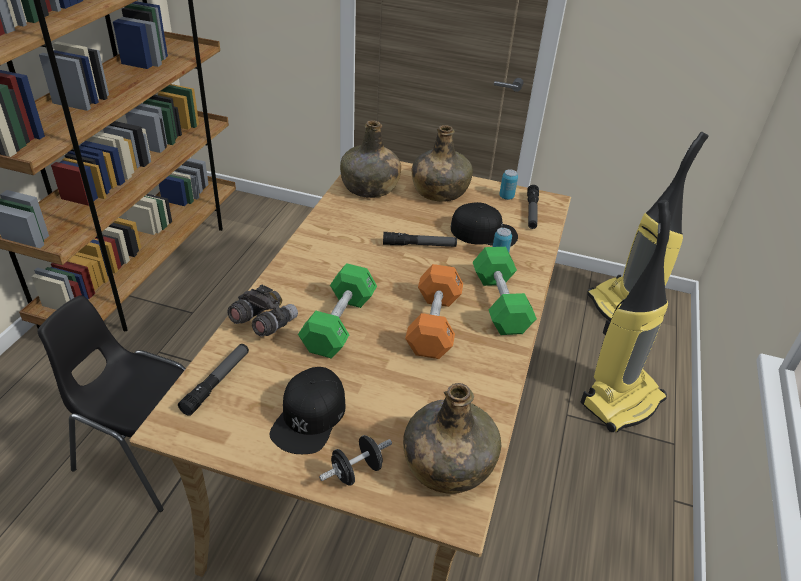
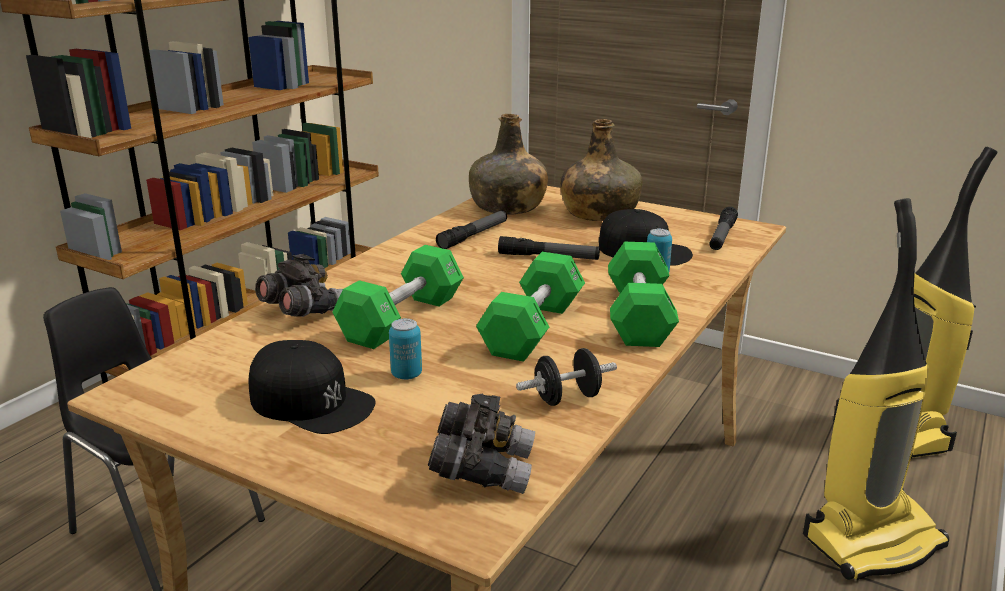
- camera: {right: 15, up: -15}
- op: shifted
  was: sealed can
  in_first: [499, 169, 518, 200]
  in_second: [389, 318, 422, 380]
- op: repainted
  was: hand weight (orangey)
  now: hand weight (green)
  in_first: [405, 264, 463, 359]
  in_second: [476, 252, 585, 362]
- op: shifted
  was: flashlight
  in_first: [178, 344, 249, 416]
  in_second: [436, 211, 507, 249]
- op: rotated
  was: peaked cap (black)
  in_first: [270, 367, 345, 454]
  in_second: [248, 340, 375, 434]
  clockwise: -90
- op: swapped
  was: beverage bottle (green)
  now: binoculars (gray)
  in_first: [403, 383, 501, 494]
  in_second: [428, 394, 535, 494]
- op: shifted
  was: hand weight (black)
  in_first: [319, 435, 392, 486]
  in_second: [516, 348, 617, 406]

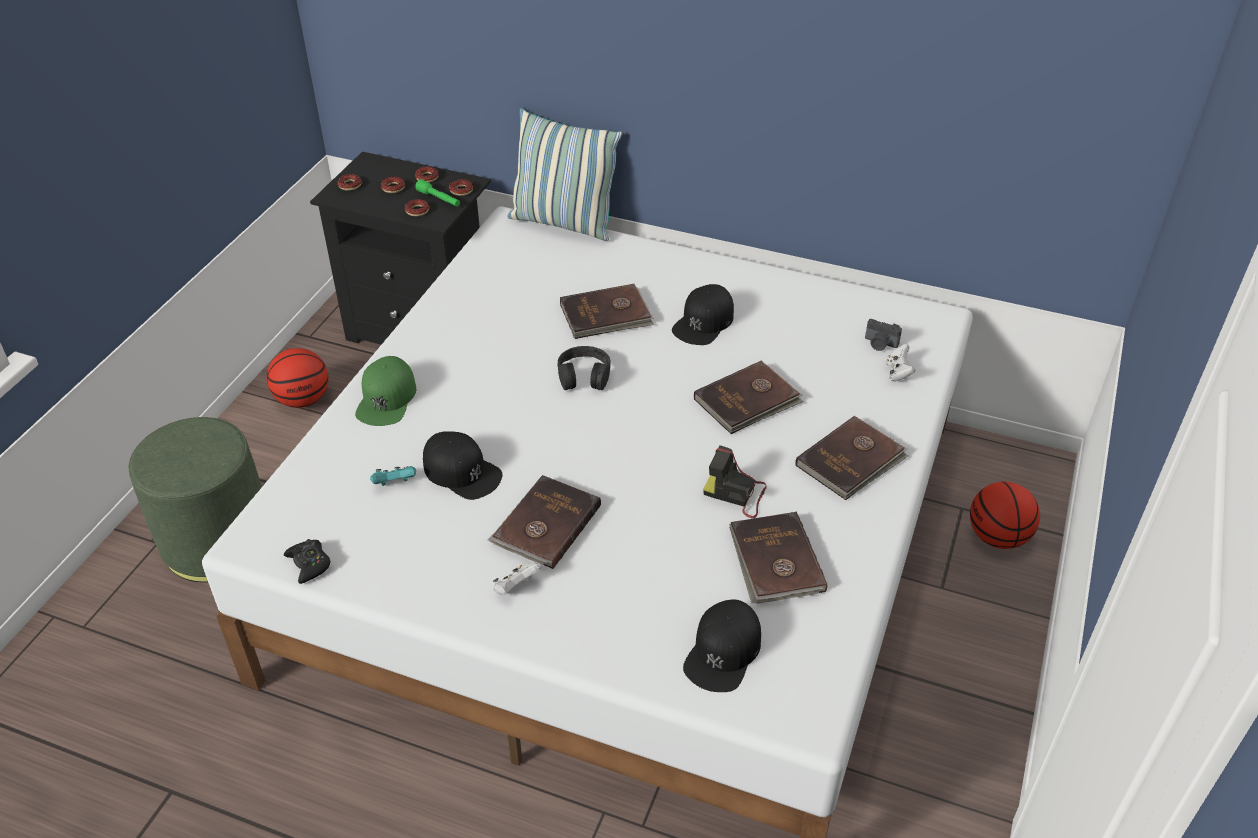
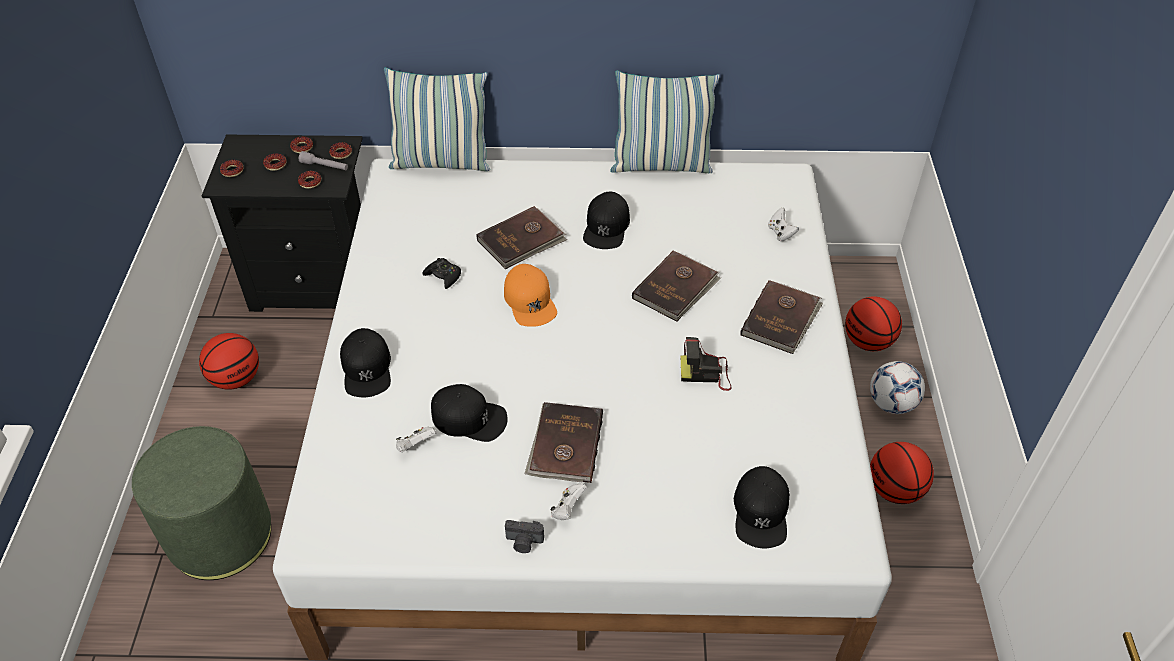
- camera: {right: -20, up: 5}
- op: repainted
  was: flashlight (green)
  now: flashlight (gray)
  in_first: [415, 179, 460, 207]
  in_second: [299, 151, 348, 170]
- op: shifted
  was: photo camera
  in_first: [865, 319, 902, 351]
  in_second: [505, 520, 544, 553]
- op: swapped
  was: headset (black)
  now: peaked cap (orangey)
  in_first: [557, 346, 611, 390]
  in_second: [504, 264, 557, 327]
- op: repainted
  was: peaked cap (green)
  now: peaked cap (black)
  in_first: [355, 356, 416, 426]
  in_second: [340, 328, 391, 398]
- op: repainted
  was: gamepad (blue-green)
  now: gamepad (white-coloured)
  in_first: [370, 466, 416, 486]
  in_second: [396, 427, 436, 452]
- op: gone
  was: bound book (brownish)
  in_first: [729, 512, 828, 604]
- op: shifted
  was: gamepad (black)
  in_first: [284, 539, 331, 584]
  in_second: [422, 258, 461, 289]
- op: new
  now: pillow
  in_second: [610, 71, 720, 173]
- op: new
  now: ball for football
  in_second: [870, 361, 925, 414]
- op: new
  now: ball for basketball
  in_second: [870, 442, 934, 504]

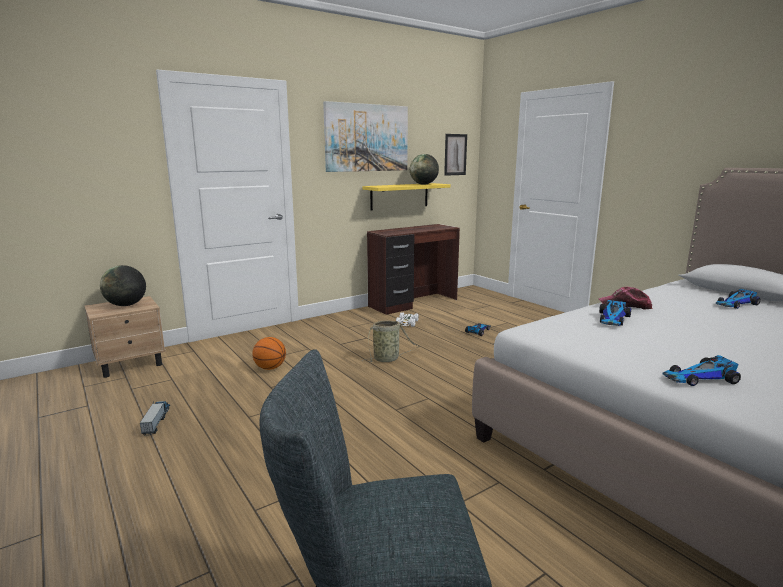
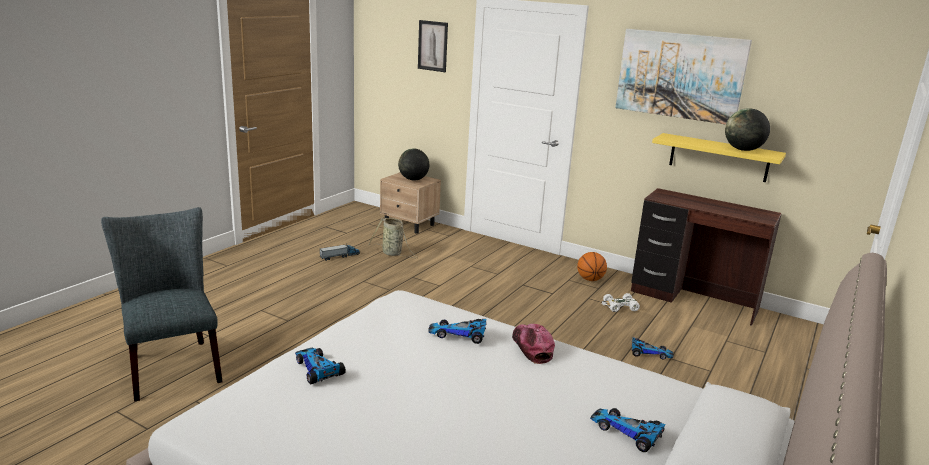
- camera: {right: 65, up: 5}
- op: shifted
  was: wall art
  in_first: [444, 134, 467, 176]
  in_second: [418, 20, 448, 72]
- op: shifted
  was: storage basket
  in_first: [362, 320, 420, 362]
  in_second: [368, 218, 418, 258]
- op: shifted
  was: ball for basketball
  in_first: [252, 337, 286, 370]
  in_second: [577, 252, 607, 281]

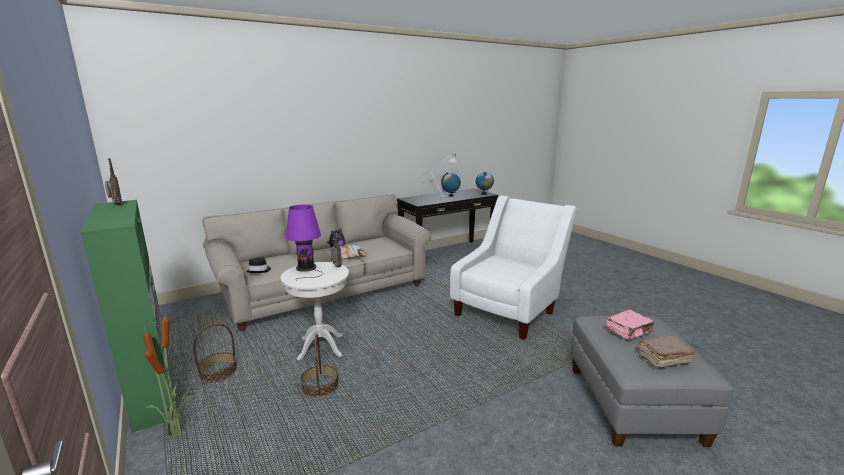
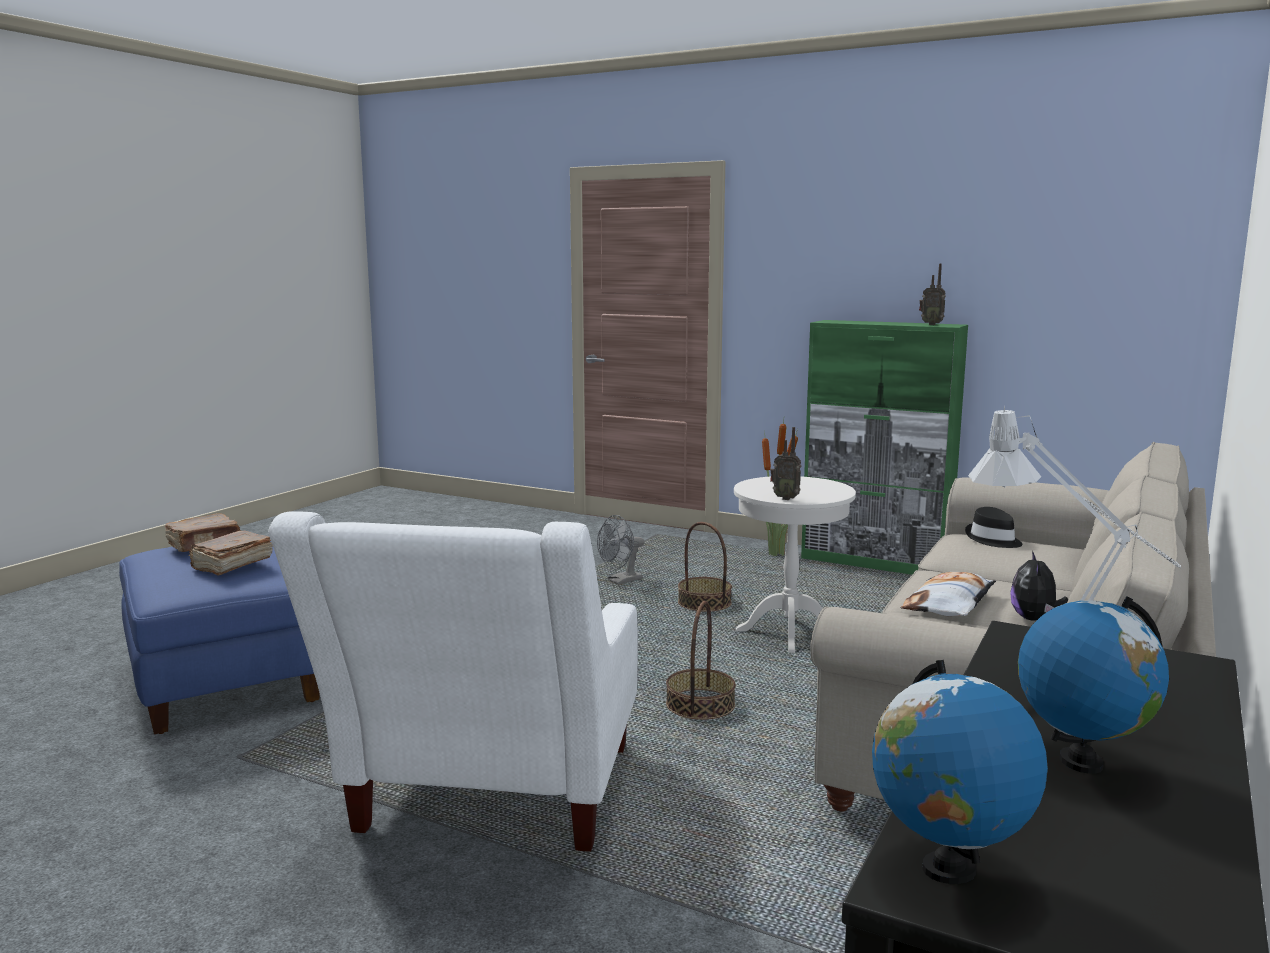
- camera: {right: 150, up: -5}
- op: gone
  was: table lamp (purple-coloured)
  in_first: [285, 204, 323, 281]
- op: repainted
  was: bound book (pink-coloured)
  now: bound book (brownish)
  in_first: [606, 310, 654, 340]
  in_second: [189, 531, 273, 575]
- op: repainted
  was: ottoman (gray)
  now: ottoman (blue)
  in_first: [570, 315, 733, 447]
  in_second: [119, 541, 320, 734]
- op: shifted
  was: storage basket
  in_first: [193, 323, 237, 382]
  in_second: [666, 601, 736, 720]
- op: new
  now: cooling fan (gray)
  in_second: [597, 515, 644, 585]

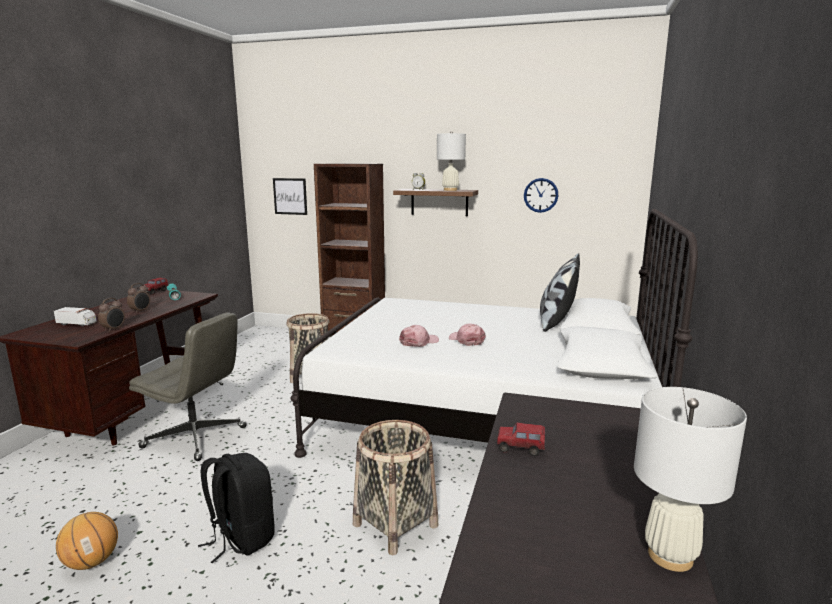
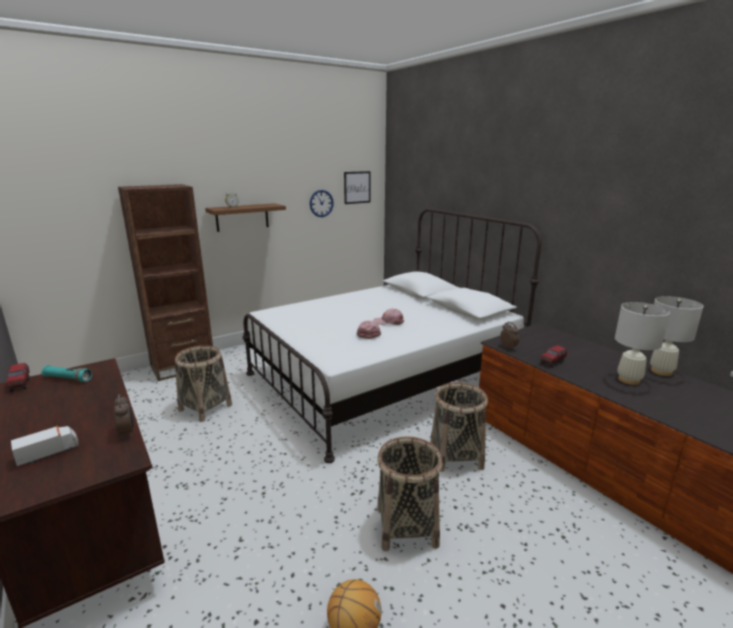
- camera: {right: -50, up: 5}
- op: shifted
  was: table lamp (white-coloured)
  in_first: [437, 131, 466, 191]
  in_second: [615, 302, 670, 385]
- op: shifted
  was: wall art
  in_first: [273, 178, 307, 215]
  in_second: [344, 171, 371, 204]
- op: gone
  was: pillow
  in_first: [540, 253, 580, 332]
- op: shifted
  was: alarm clock
  in_first: [127, 283, 150, 313]
  in_second: [500, 322, 520, 350]
- op: gone
  was: office chair (gray)
  in_first: [129, 312, 247, 461]
- op: swapped
  was: knapsack (black)
  now: storage basket
  in_first: [198, 453, 275, 563]
  in_second: [377, 436, 443, 551]

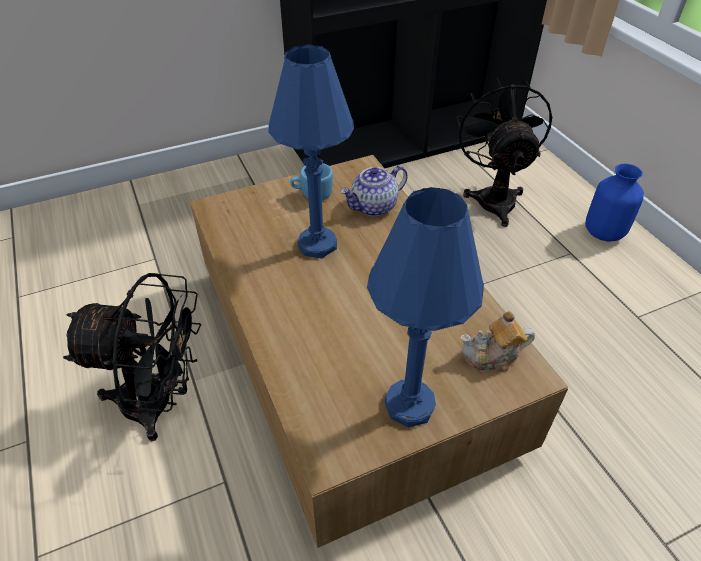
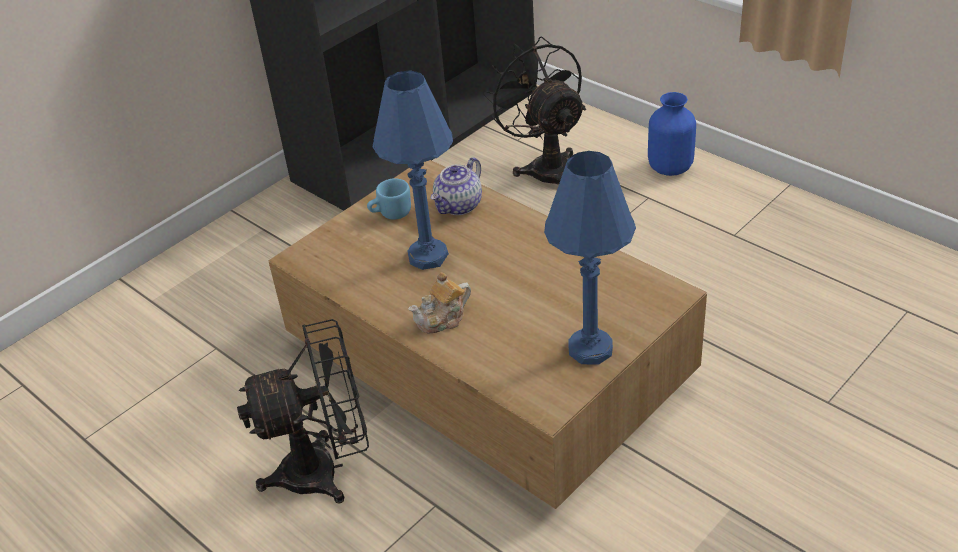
- camera: {right: -20, up: -5}
- op: shifted
  was: tea pot
  in_first: [460, 311, 535, 372]
  in_second: [408, 272, 471, 333]

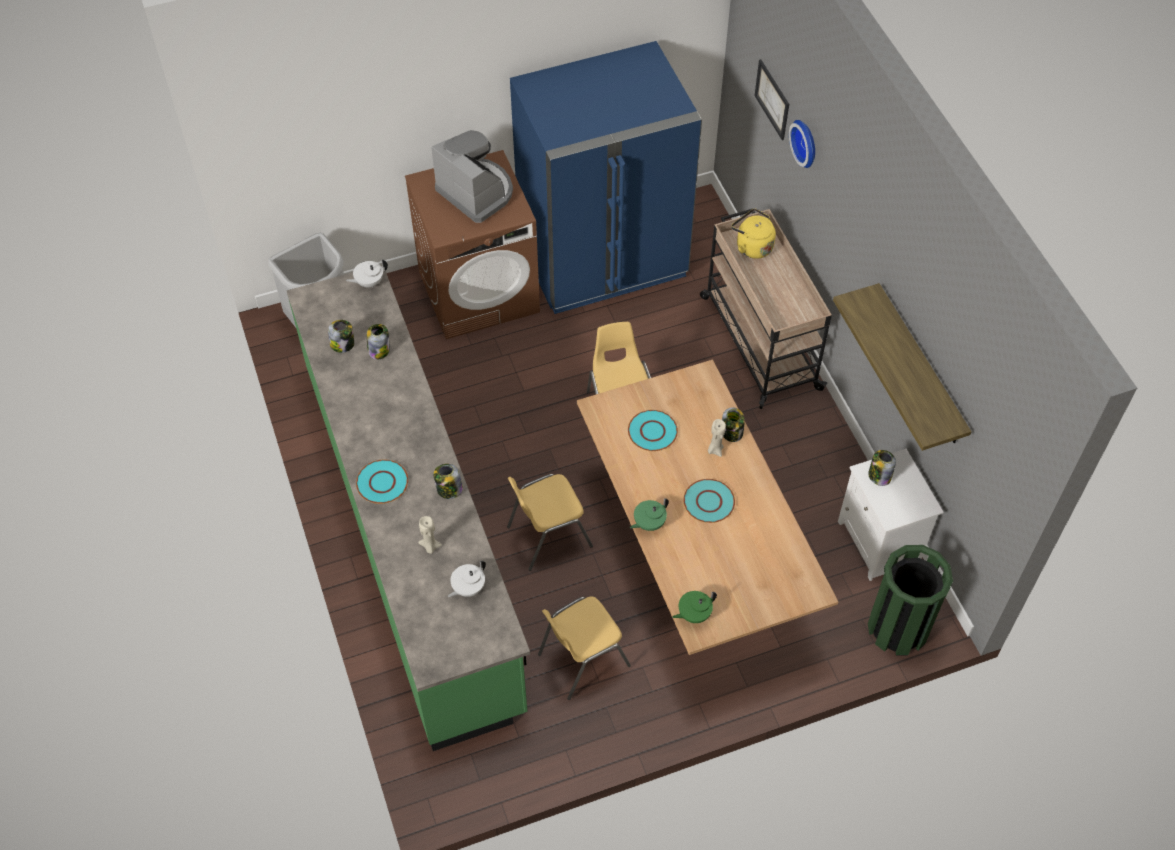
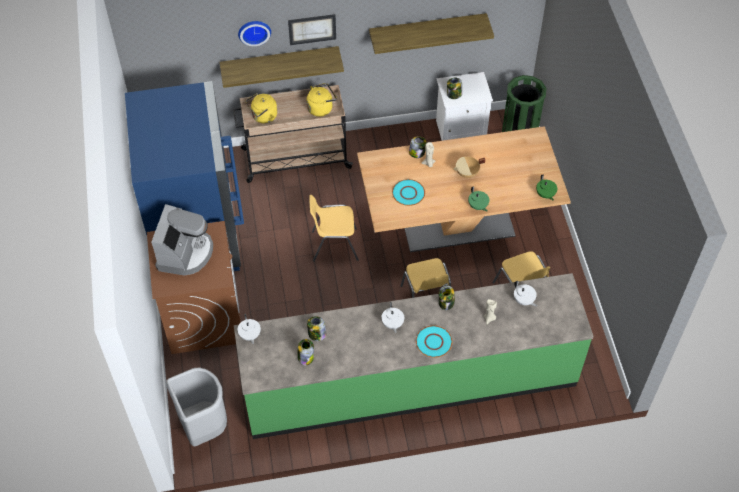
- camera: {right: -80, up: 0}
- op: shifted
  was: wall art
  in_first: [754, 59, 789, 140]
  in_second: [288, 14, 336, 45]
- op: rotated
  was: coffee maker
  in_first: [431, 130, 513, 223]
  in_second: [151, 204, 213, 275]
  clockwise: 135
- op: swapped
  was: plate (blue-green)
  now: saucepot (beige-coloured)
  in_first: [683, 479, 735, 523]
  in_second: [453, 157, 485, 178]
- op: new
  now: shelf
  in_second: [219, 46, 344, 88]
- op: new
  now: kettle (yellowish)
  in_second: [307, 83, 337, 117]
- op: new
  now: tea pot (white-coloured)
  in_second: [381, 302, 404, 333]

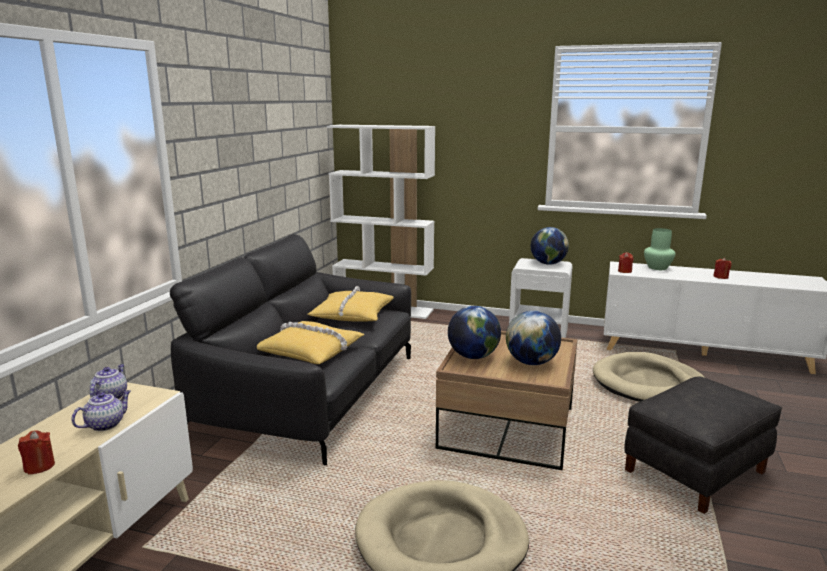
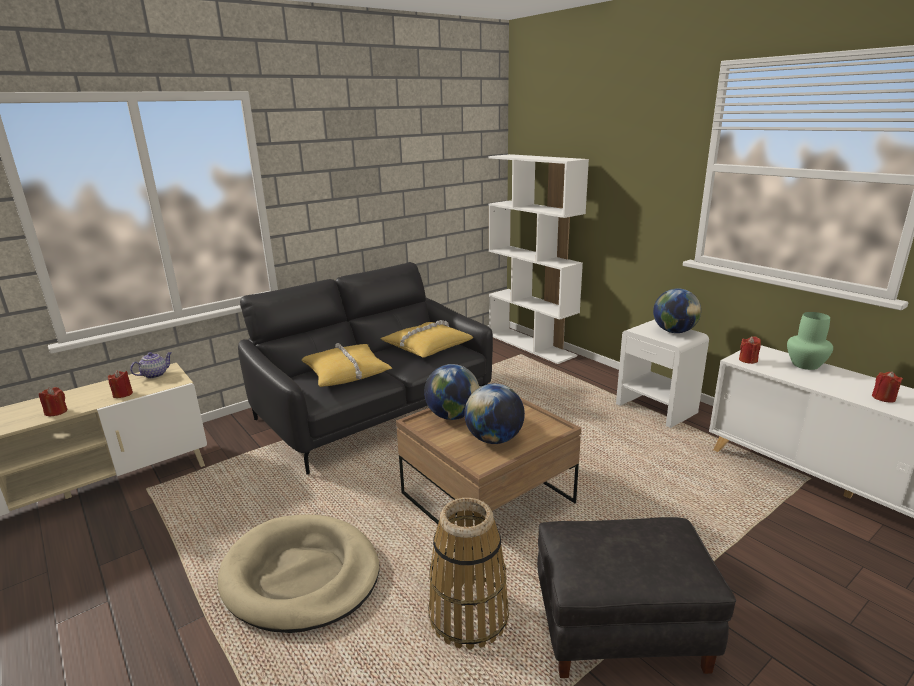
- camera: {right: 35, up: 5}
- op: gone
  was: dog bed (beige-coloured)
  in_first: [593, 352, 705, 402]
- op: swapped
  was: tea pot
  now: wax light (red)
  in_first: [71, 390, 131, 431]
  in_second: [108, 370, 133, 398]
- op: new
  now: storage basket
  in_second: [428, 498, 509, 649]

